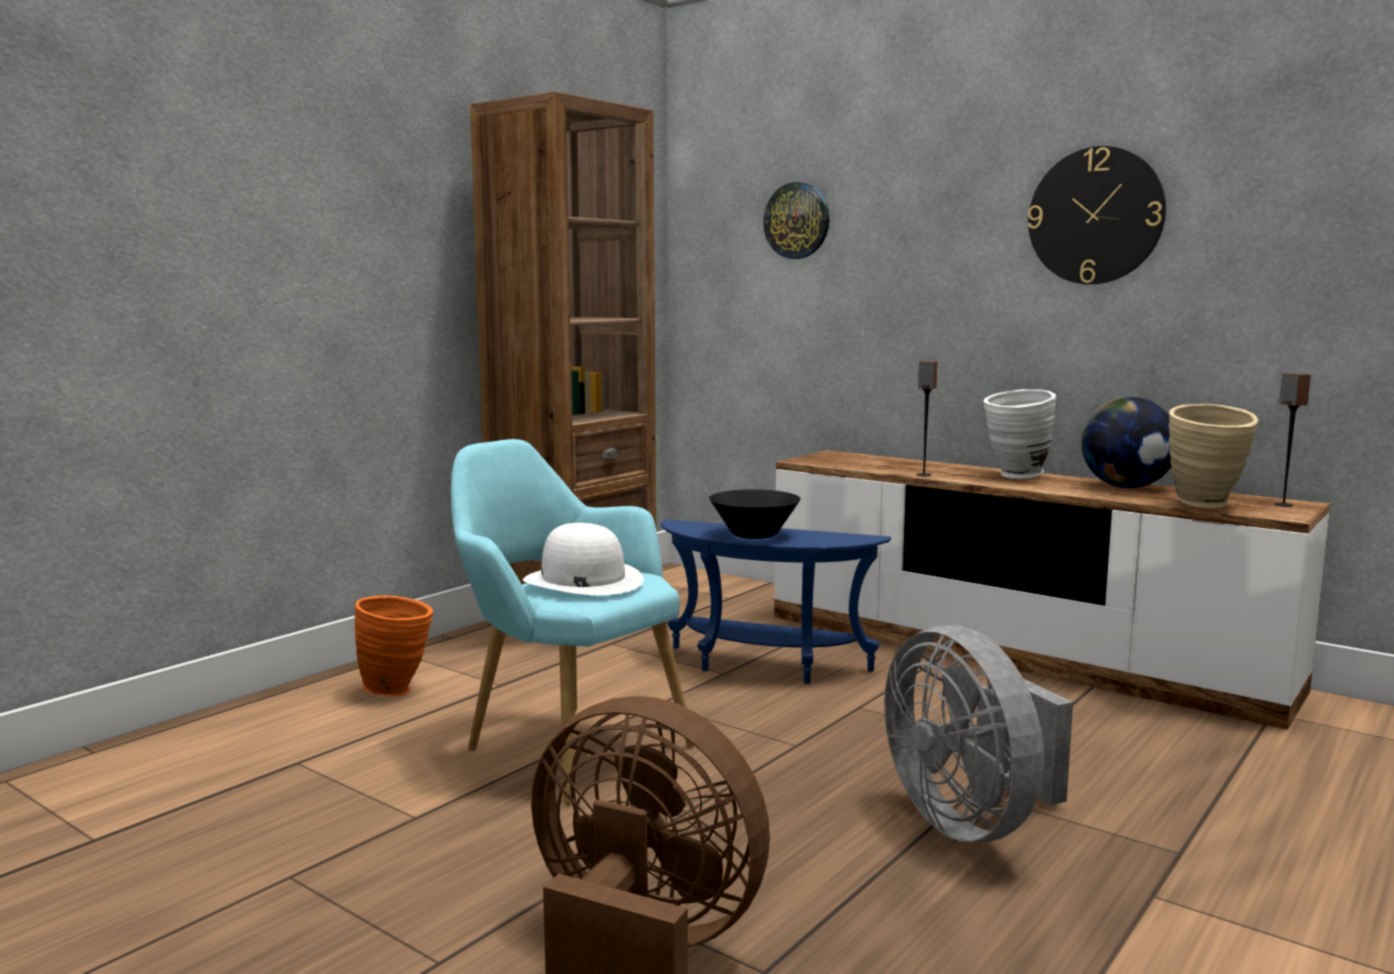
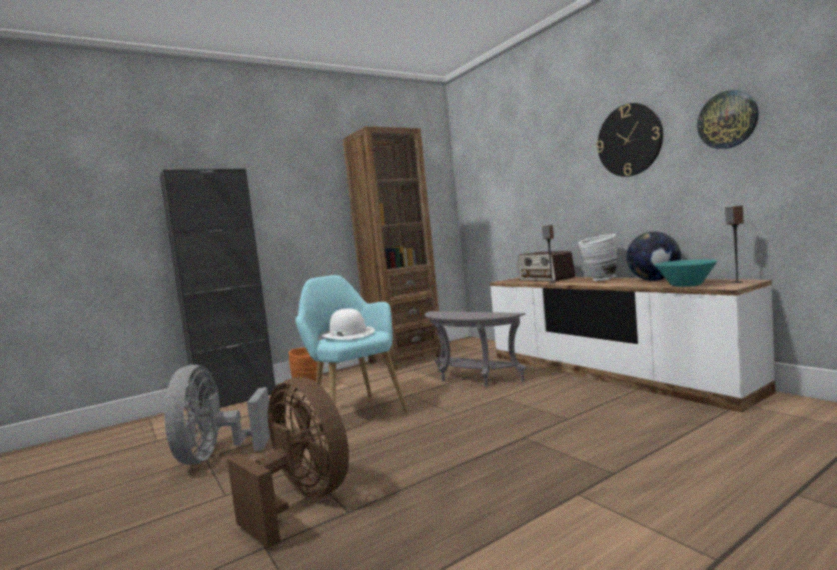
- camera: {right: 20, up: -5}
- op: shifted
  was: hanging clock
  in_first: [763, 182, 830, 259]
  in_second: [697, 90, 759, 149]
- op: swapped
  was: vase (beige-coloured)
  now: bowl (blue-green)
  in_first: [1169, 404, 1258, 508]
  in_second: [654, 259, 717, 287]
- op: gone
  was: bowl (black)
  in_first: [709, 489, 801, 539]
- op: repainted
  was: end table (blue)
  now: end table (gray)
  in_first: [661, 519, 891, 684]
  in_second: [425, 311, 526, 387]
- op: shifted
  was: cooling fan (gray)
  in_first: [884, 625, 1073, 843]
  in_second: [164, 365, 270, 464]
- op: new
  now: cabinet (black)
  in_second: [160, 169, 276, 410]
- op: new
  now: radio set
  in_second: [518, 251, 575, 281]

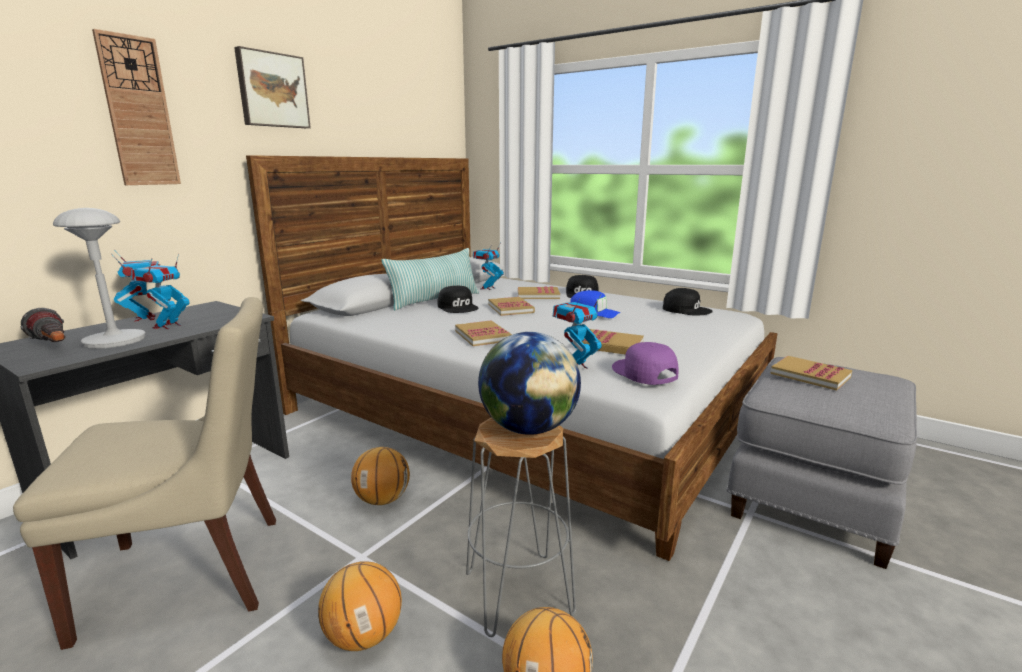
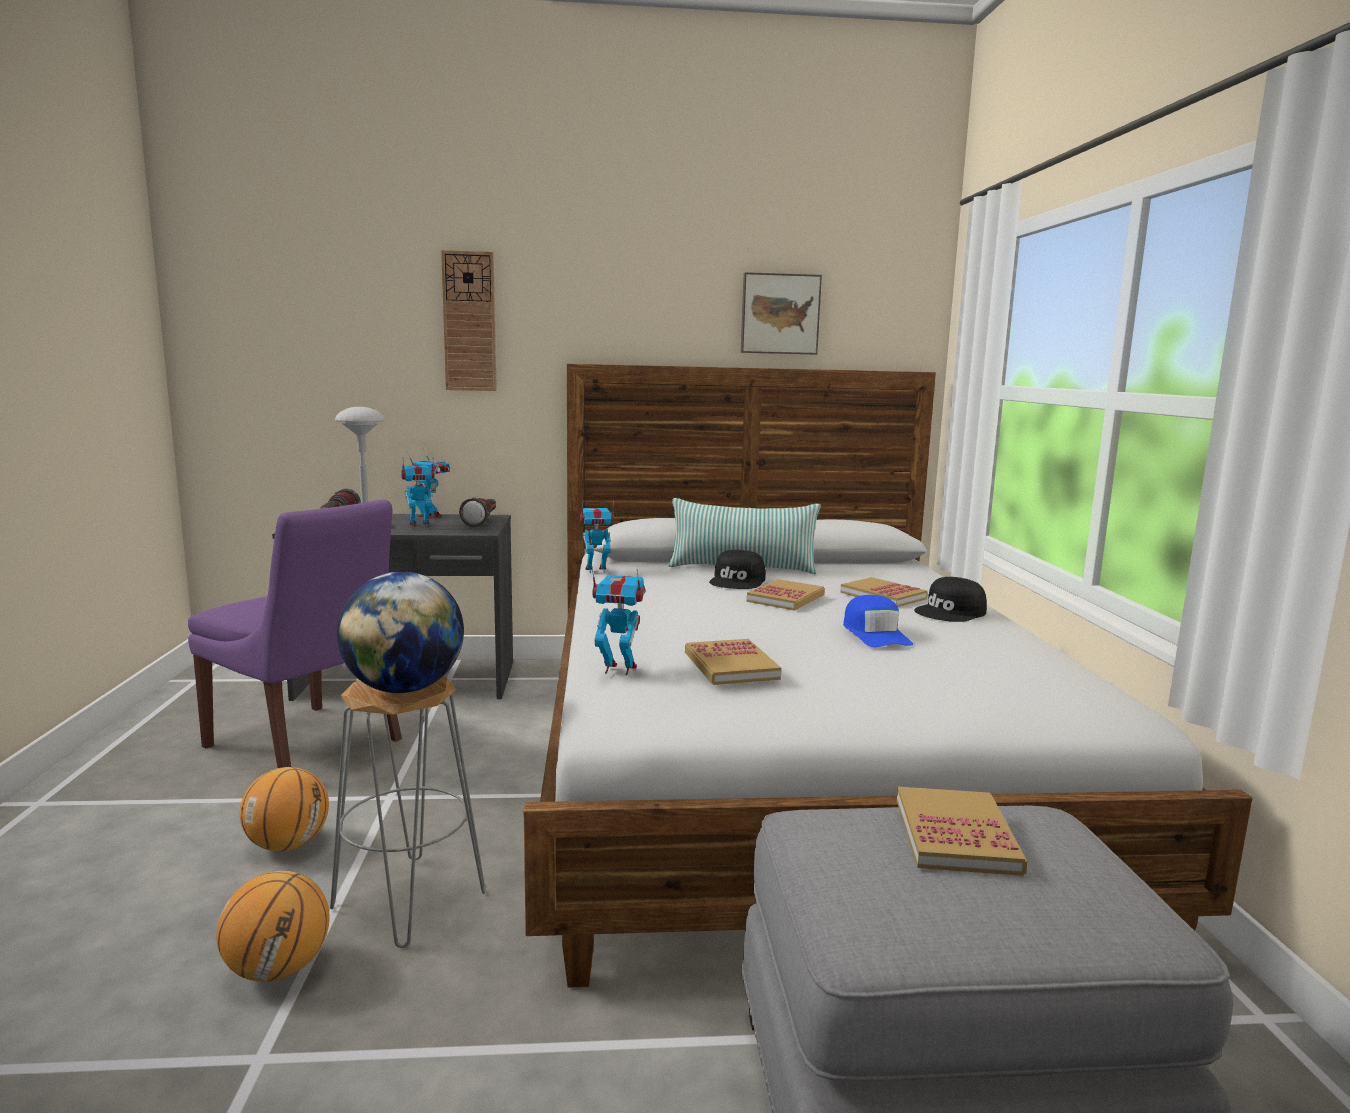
- camera: {right: 50, up: -5}
- op: shifted
  was: wall art
  in_first: [234, 46, 311, 128]
  in_second: [741, 272, 822, 354]
- op: shifted
  was: model robot
  in_first: [473, 243, 504, 290]
  in_second: [580, 500, 614, 573]
- op: gone
  was: peaked cap (black)
  in_first: [663, 288, 713, 316]
- op: repainted
  was: upright chair (beige-coloured)
  now: upright chair (purple-coloured)
  in_first: [13, 297, 276, 650]
  in_second: [188, 500, 402, 768]
- op: gone
  was: bound book
  in_first: [455, 320, 512, 346]
- op: gone
  was: peaked cap (purple-coloured)
  in_first: [612, 342, 678, 385]
- op: gone
  was: ball for basketball
  in_first: [351, 447, 410, 505]
- op: new
  now: flashlight
  in_second: [459, 497, 496, 527]

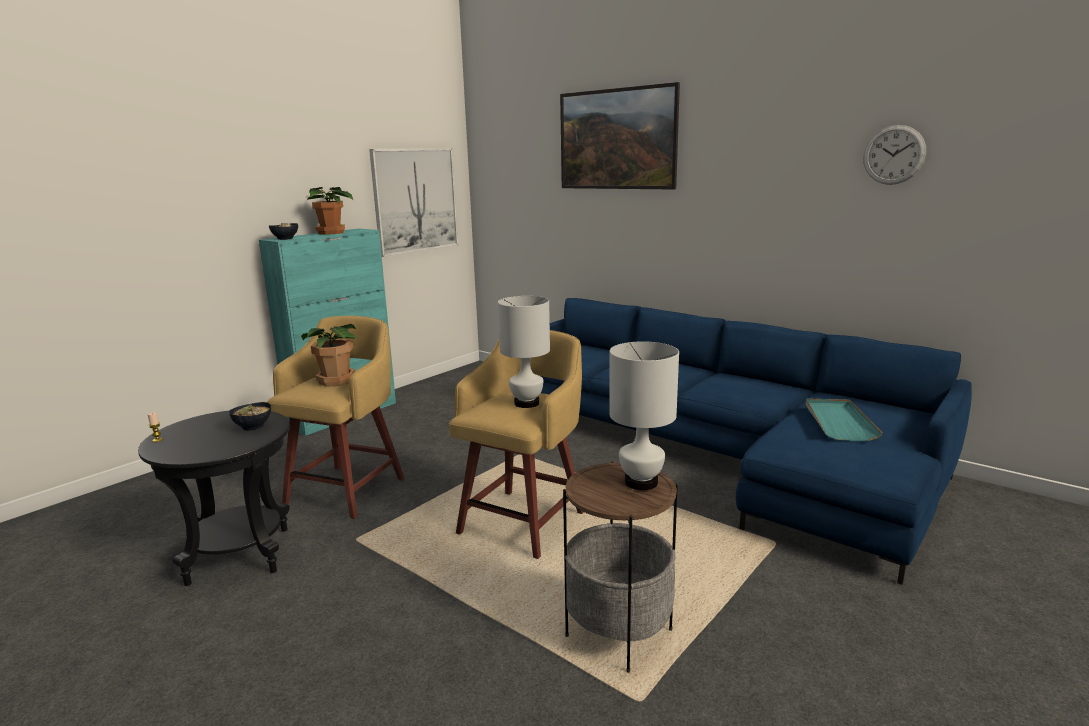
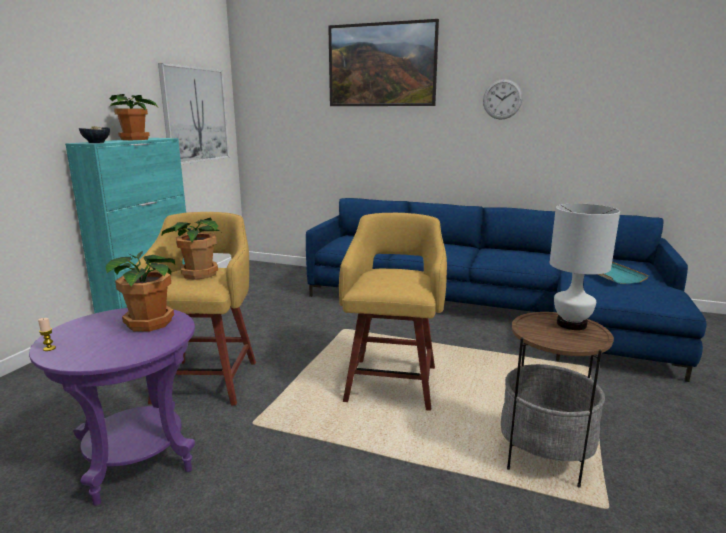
- camera: {right: -20, up: 0}
- op: shifted
  was: hanging clock
  in_first: [863, 125, 926, 185]
  in_second: [483, 79, 523, 120]
- op: gone
  was: table lamp (white-coloured)
  in_first: [498, 296, 550, 408]
- op: swapped
  was: bowl
  now: houseplant
  in_first: [229, 402, 271, 431]
  in_second: [105, 251, 175, 332]
- op: repainted
  was: end table (black)
  now: end table (purple-coloured)
  in_first: [138, 410, 290, 586]
  in_second: [29, 308, 195, 506]

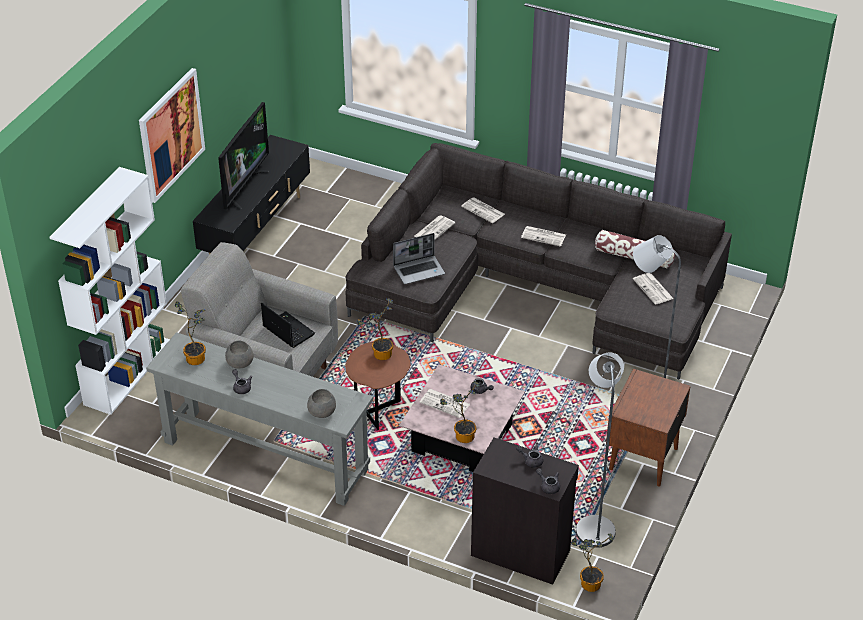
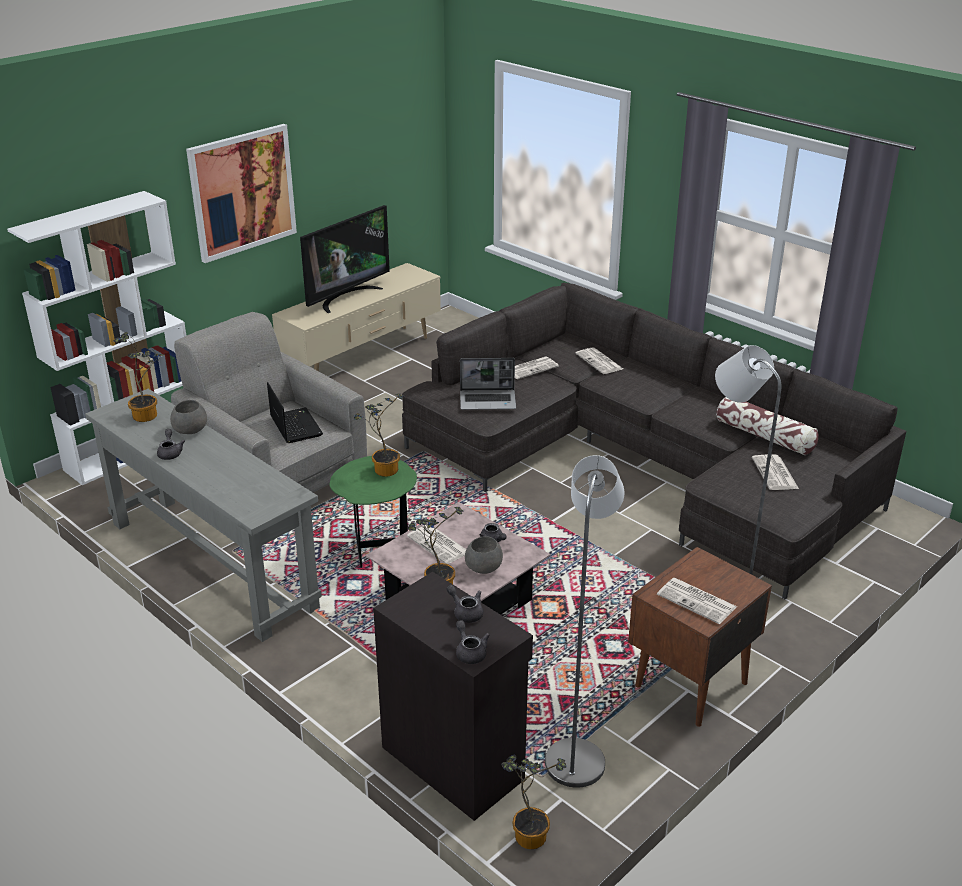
- camera: {right: 20, up: -10}
- op: repainted
  was: tv stand (black)
  now: tv stand (beige-coloured)
  in_first: [193, 135, 310, 254]
  in_second: [272, 263, 441, 371]
- op: shifted
  was: newspaper
  in_first: [521, 226, 566, 247]
  in_second: [657, 578, 737, 624]
- op: repainted
  was: end table (brownish)
  now: end table (green)
  in_first: [346, 342, 411, 430]
  in_second: [330, 456, 417, 568]
- op: shifted
  was: bowl (gray)
  in_first: [307, 389, 336, 418]
  in_second: [465, 536, 503, 574]

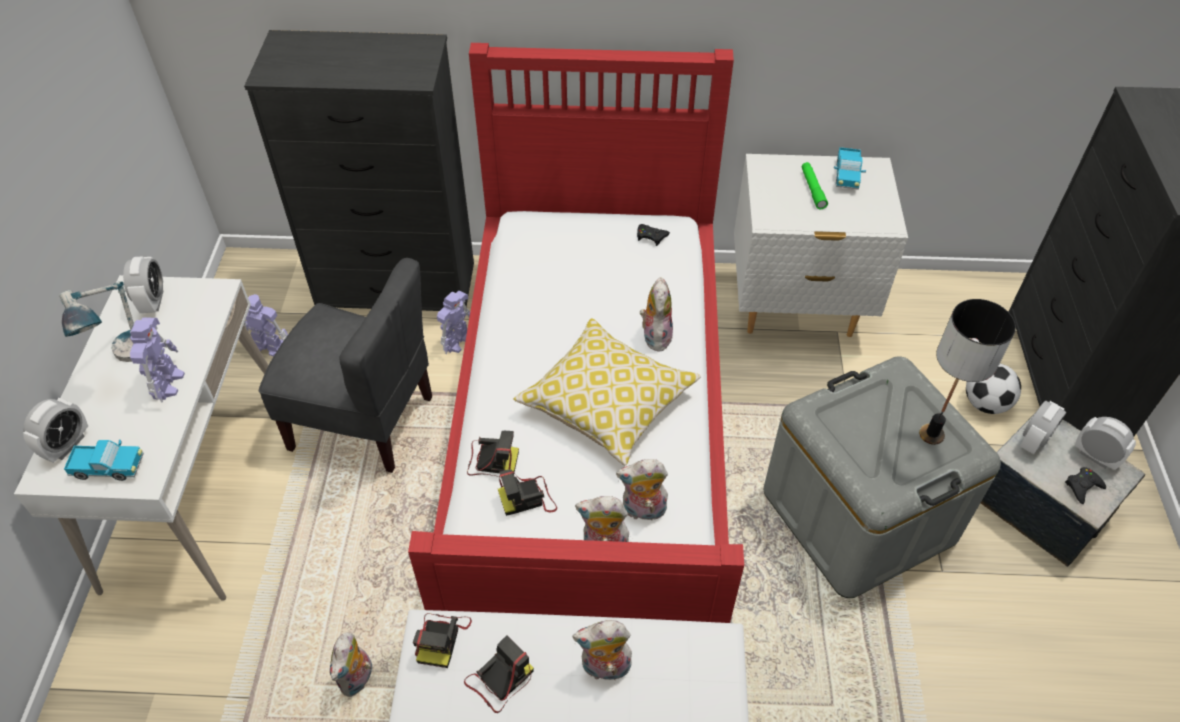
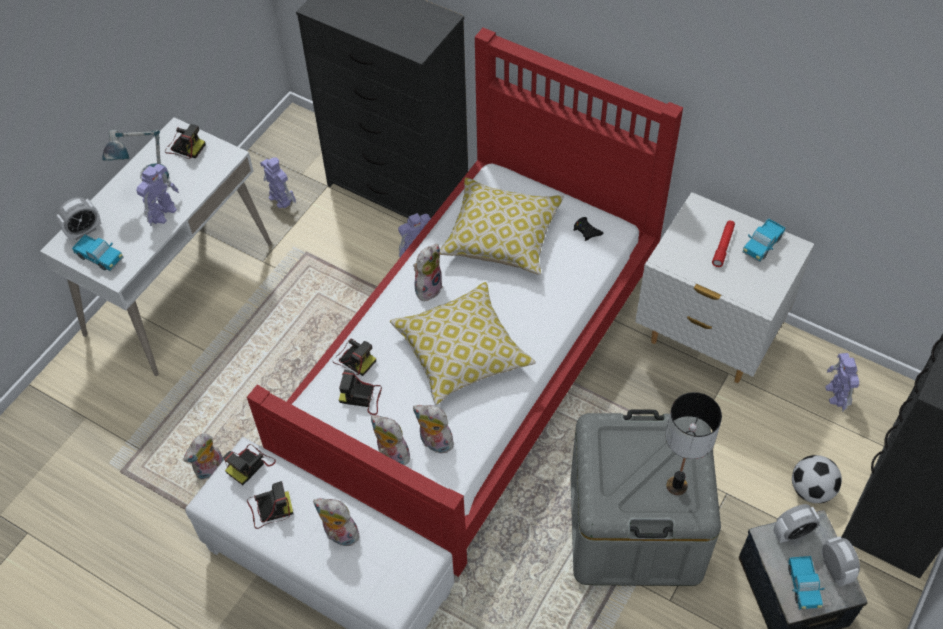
- camera: {right: 30, up: 5}
- op: repainted
  was: flashlight (green)
  now: flashlight (red)
  in_first: [802, 162, 828, 209]
  in_second: [712, 221, 735, 267]
- op: swapped
  was: alarm clock
  now: photo camera
  in_first: [123, 256, 164, 313]
  in_second: [165, 124, 205, 159]
- op: gone
  was: upright chair (gray)
  in_first: [259, 258, 432, 473]
- op: shifted
  was: soft toy
  in_first: [640, 277, 673, 351]
  in_second: [413, 244, 443, 302]
- op: swapped
  was: gamepad (black)
  now: toy lorry
  in_first: [1065, 467, 1106, 504]
  in_second: [788, 556, 825, 610]
- op: new
  now: pillow
  in_second: [440, 178, 564, 275]
- op: new
  now: model robot
  in_second: [825, 353, 859, 412]

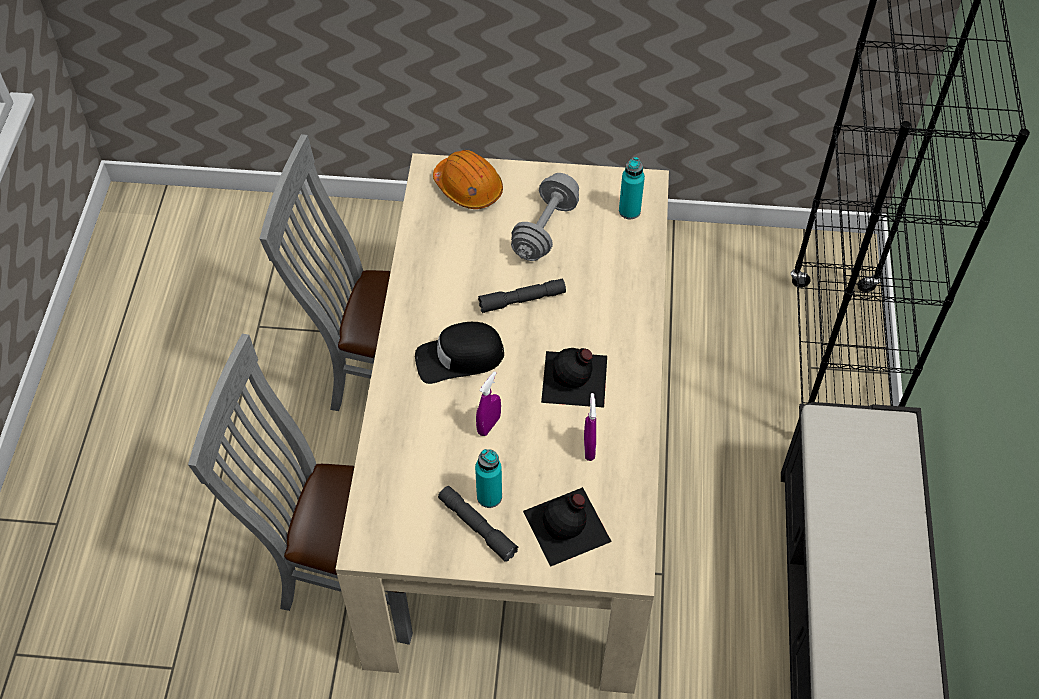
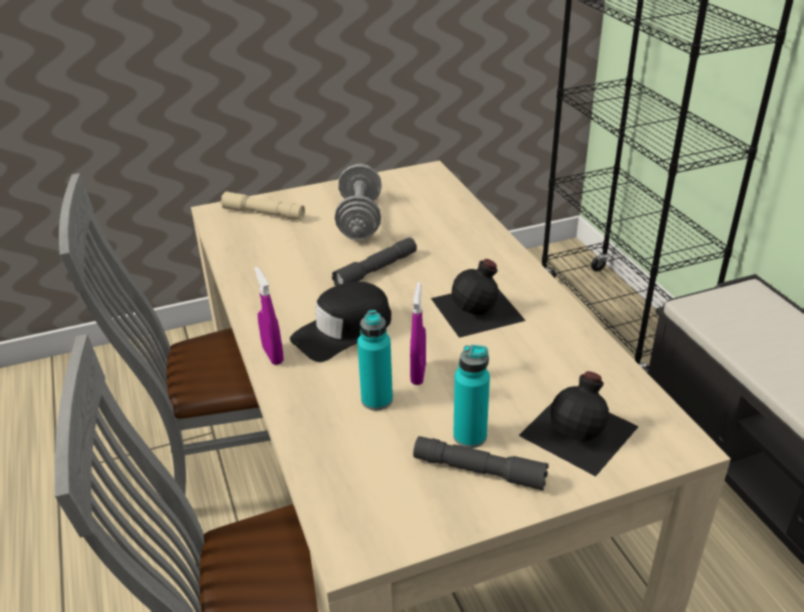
- camera: {right: -25, up: -20}
- op: swapped
  was: hard hat (orangey)
  now: flashlight (beige-coloured)
  in_first: [433, 150, 503, 209]
  in_second: [221, 192, 305, 220]
- op: shifted
  was: beverage bottle (blue-green)
  in_first: [619, 157, 645, 219]
  in_second: [357, 310, 393, 411]
- op: shifted
  was: hand sprayer (purple-coloured)
  in_first: [584, 393, 596, 461]
  in_second: [254, 267, 284, 365]

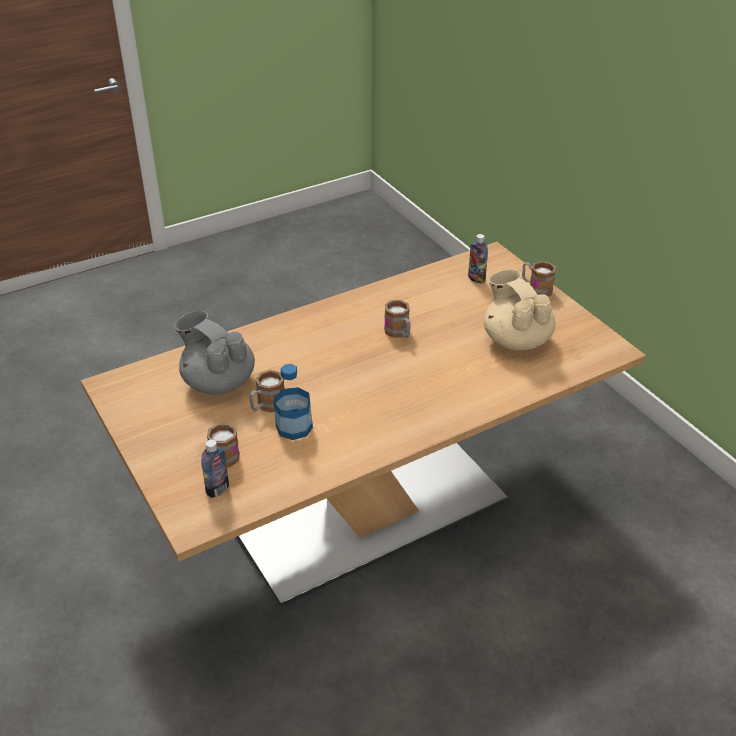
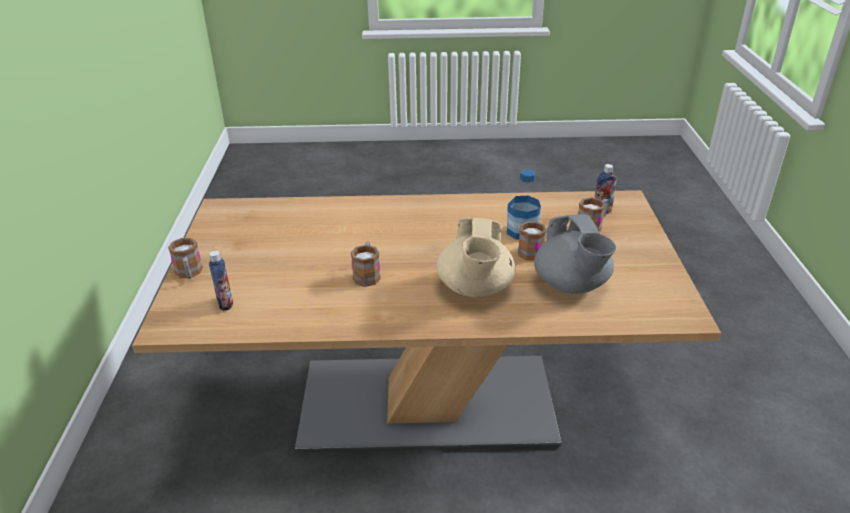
- camera: {right: -150, up: -5}
- op: shifted
  was: tea pot (beige-coloured)
  in_first: [484, 269, 556, 351]
  in_second: [437, 218, 515, 297]

